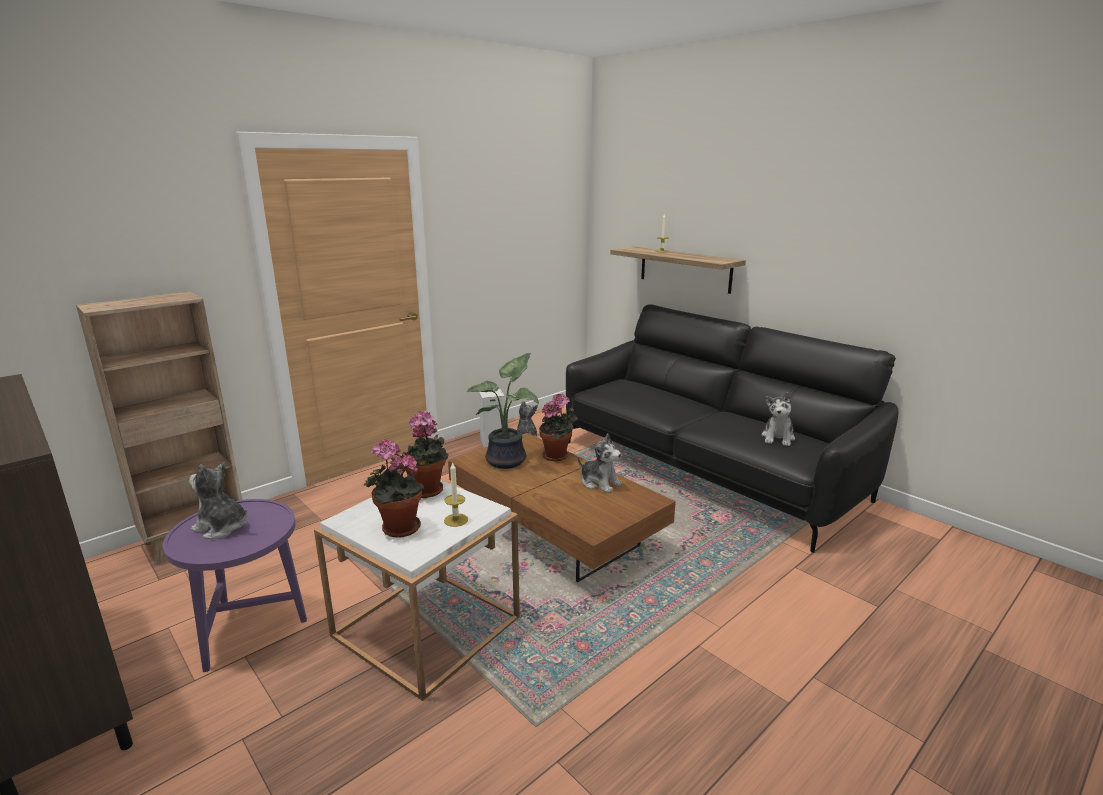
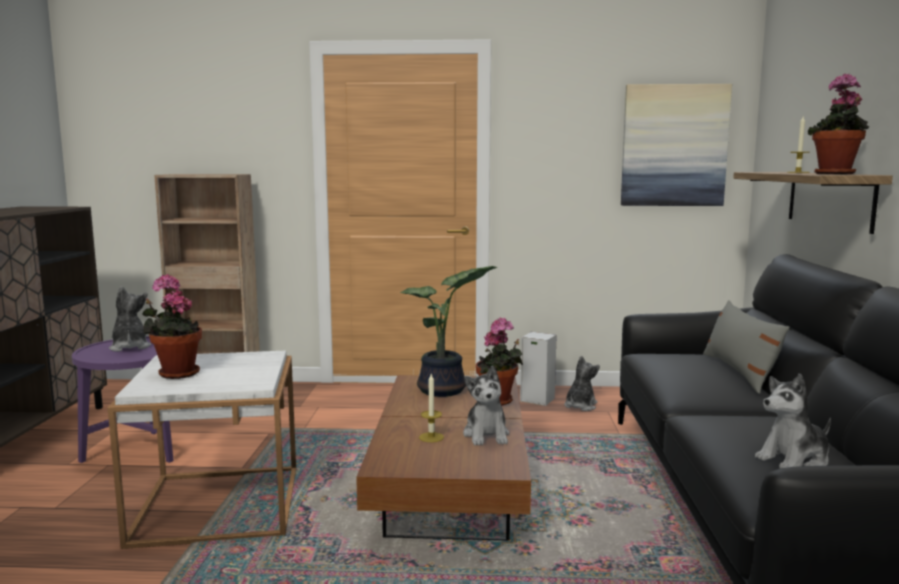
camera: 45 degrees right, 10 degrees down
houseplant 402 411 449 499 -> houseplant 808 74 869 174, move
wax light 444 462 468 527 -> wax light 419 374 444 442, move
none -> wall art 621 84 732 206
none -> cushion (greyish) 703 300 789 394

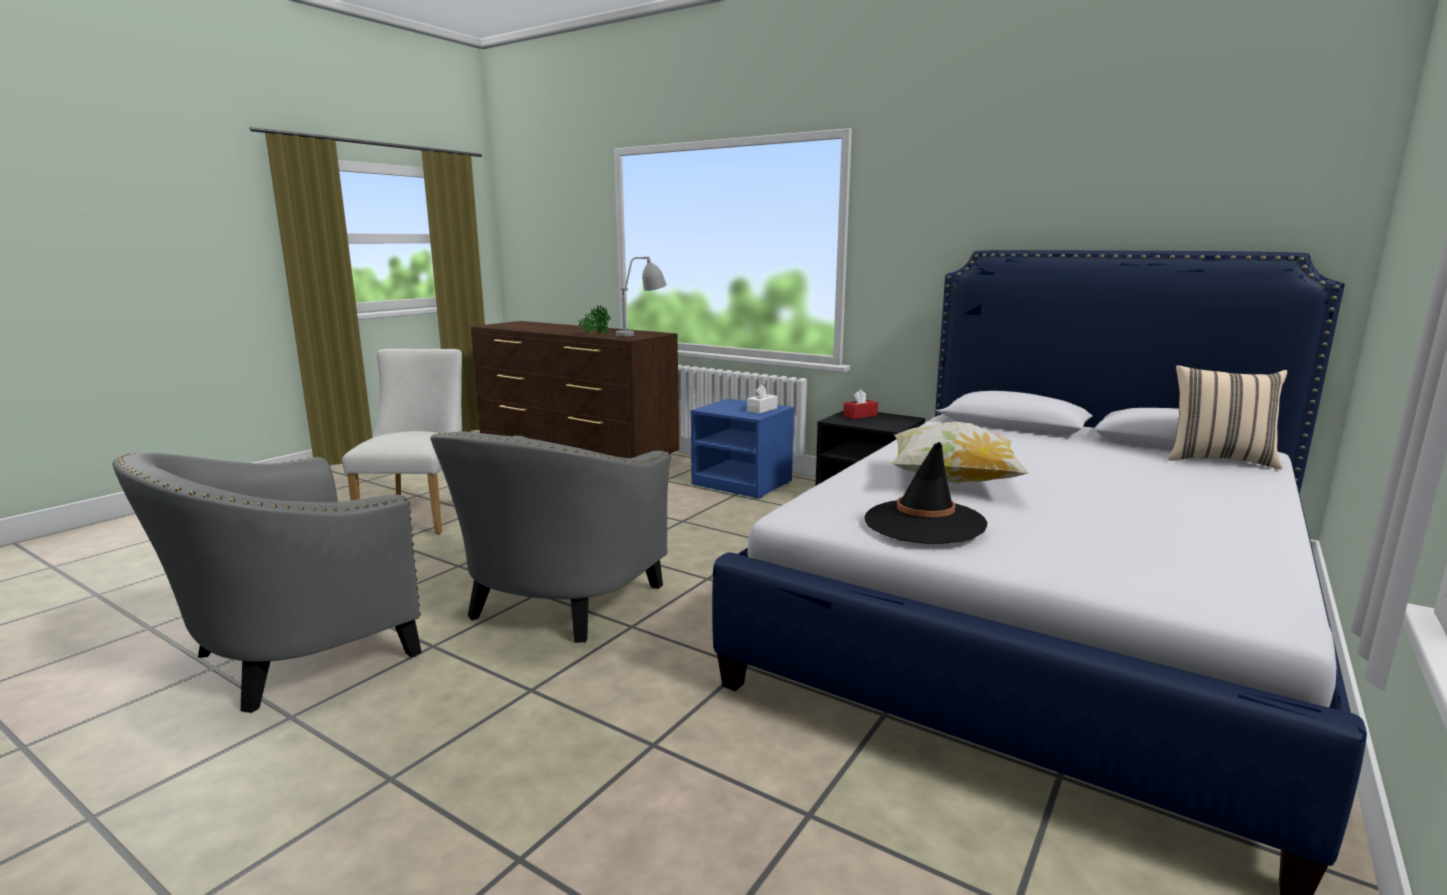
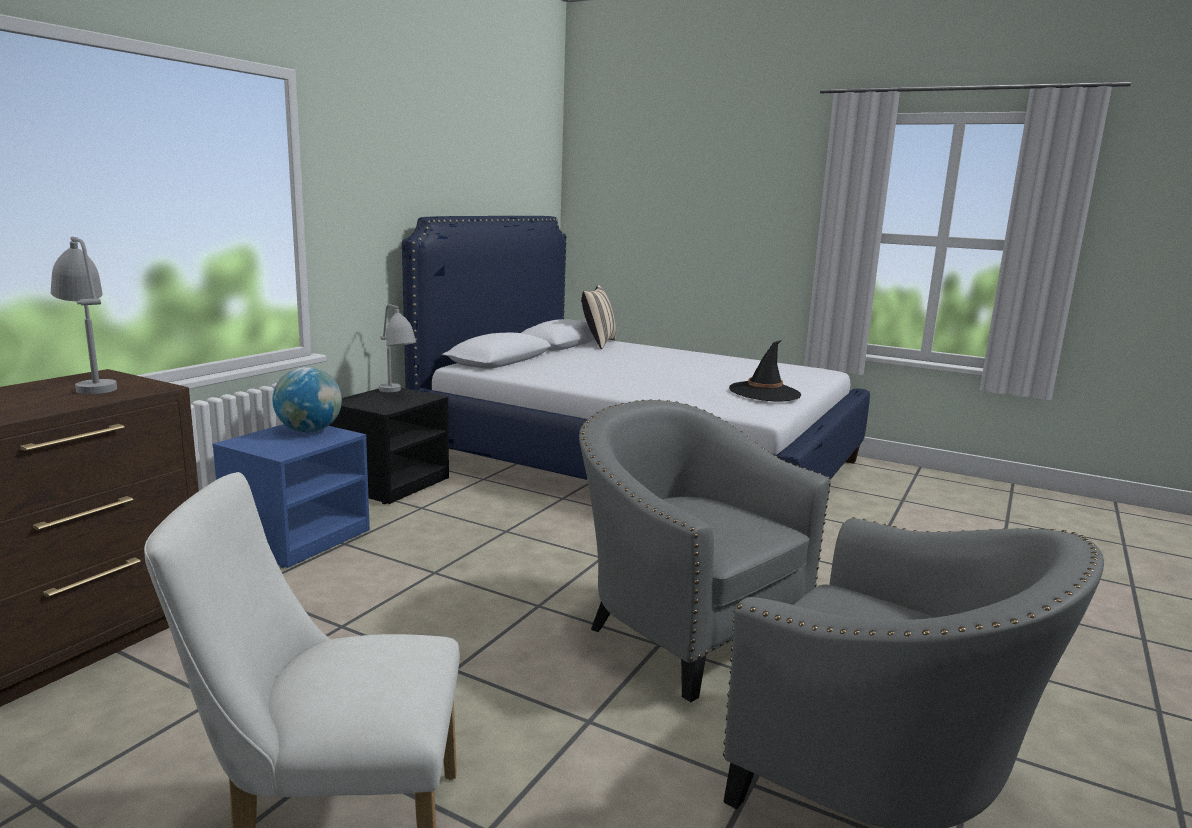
camera: 95 degrees left, 0 degrees up
easy chair (greyish) 430 432 670 643 -> easy chair (greyish) 579 399 831 702, 150 degrees counterclockwise
houseplant 578 305 611 335 -> none
tissue box (white-coloured) 747 384 777 414 -> globe 272 367 342 433
tissue box (red-coloured) 843 389 878 419 -> none
cushion 891 422 1029 484 -> none
none -> tabletop lamp (greyish) 379 304 416 392

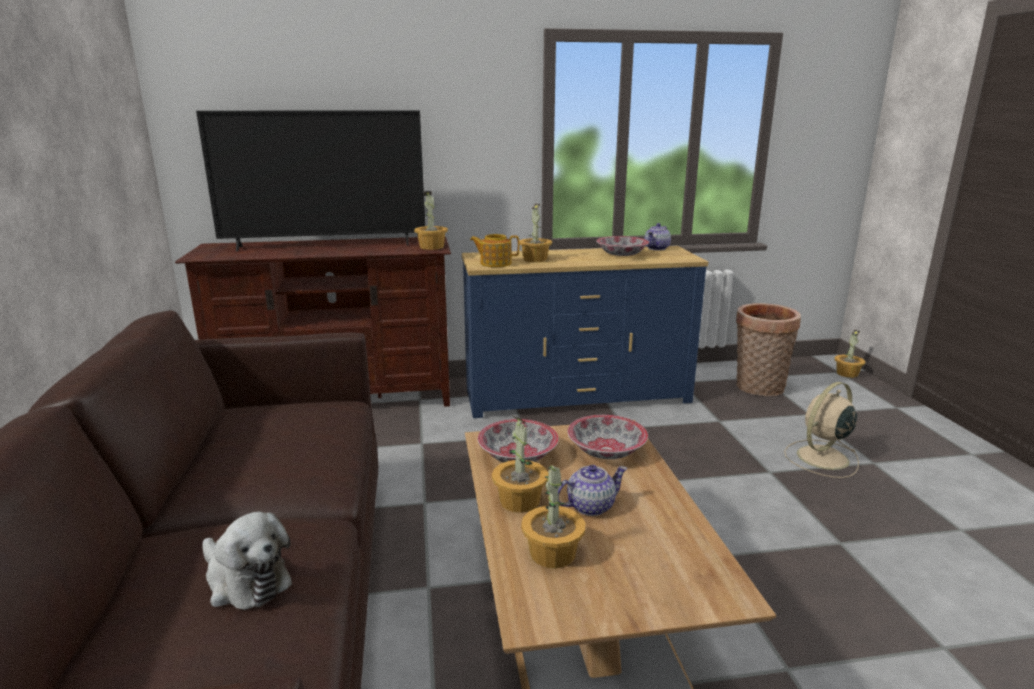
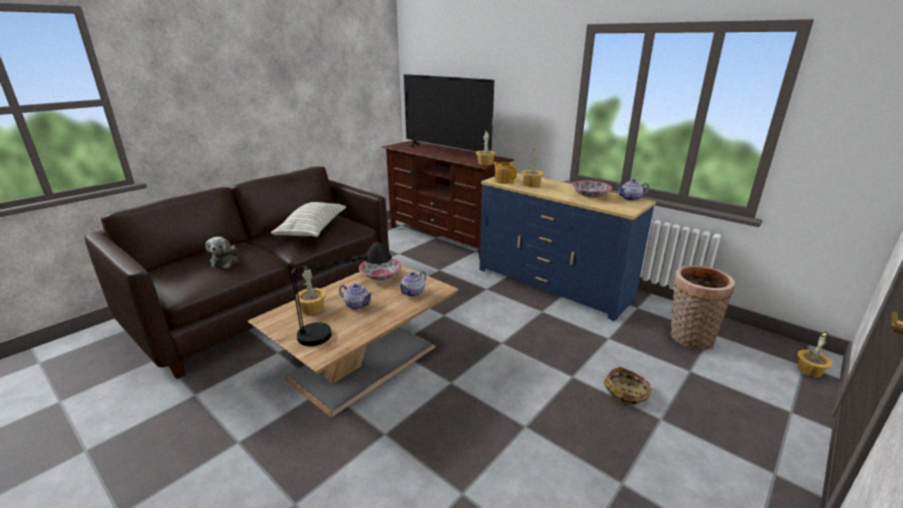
camera: 50 degrees right, 5 degrees up
houseplant 492 416 548 513 -> none
bowl 568 415 648 459 -> teapot 398 271 426 297
electric fan (sand-coloured) 784 382 859 478 -> storage basket 603 367 652 405
none -> cushion 271 202 346 237
none -> tabletop lamp (black-coloured) 291 242 392 346

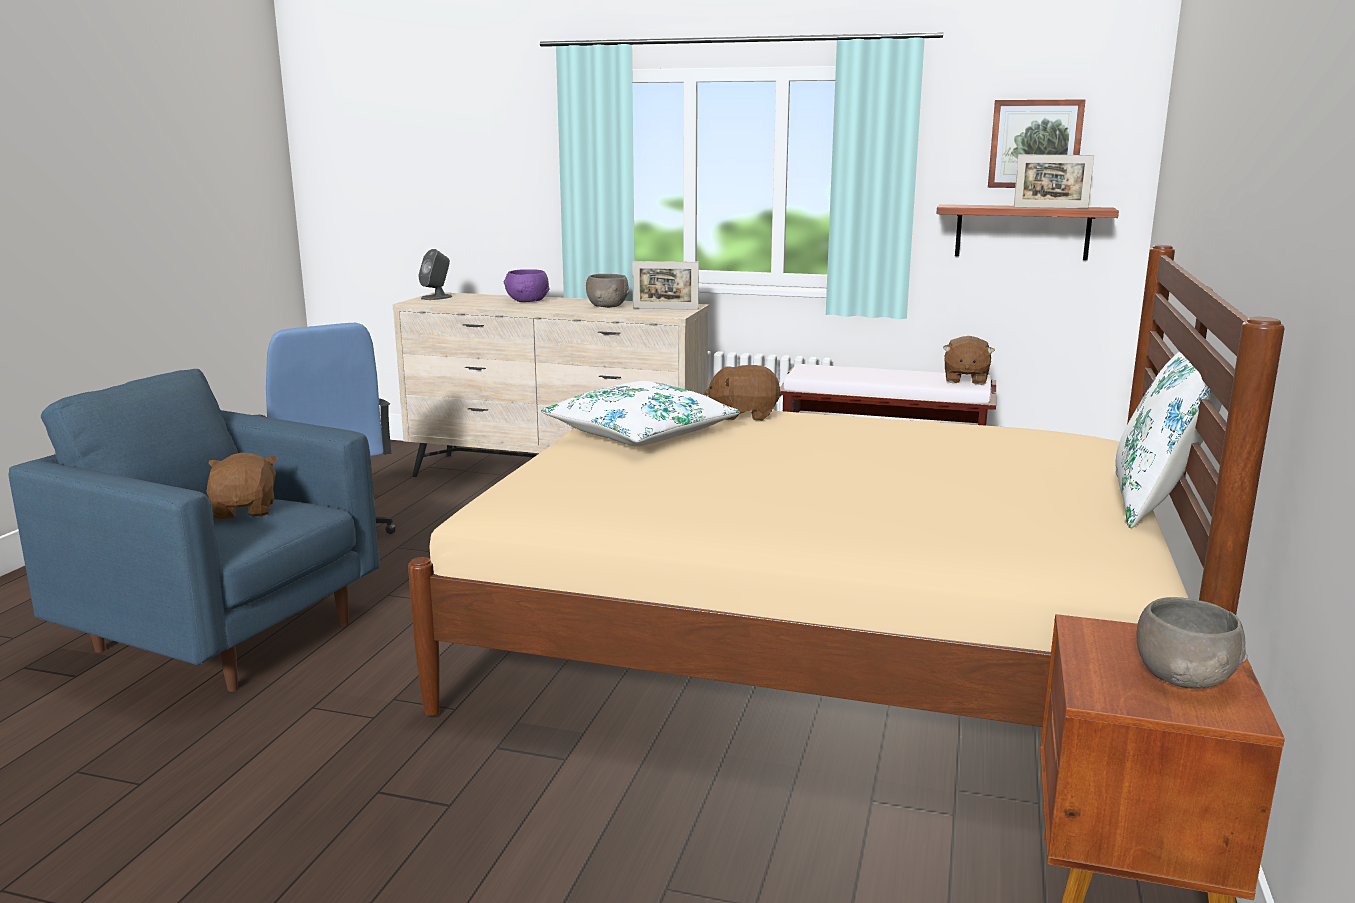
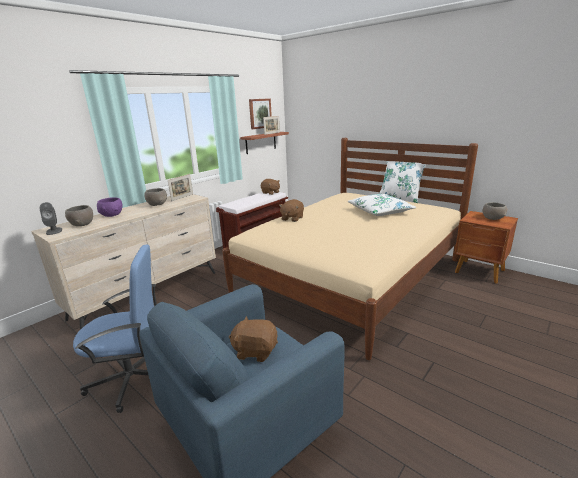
camera: 65 degrees left, 5 degrees up
cushion (white-coloured) 541 381 740 446 -> cushion (white-coloured) 348 194 416 216, move
none -> bowl (greyish) 65 205 93 226

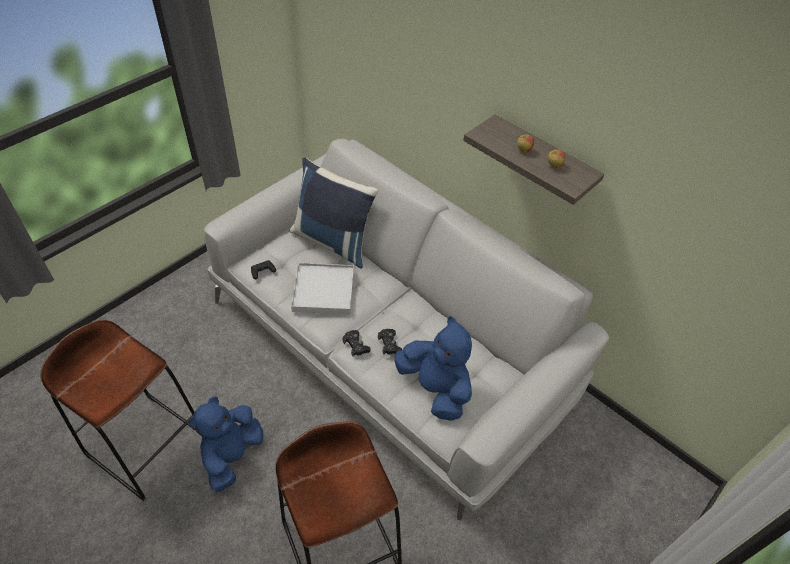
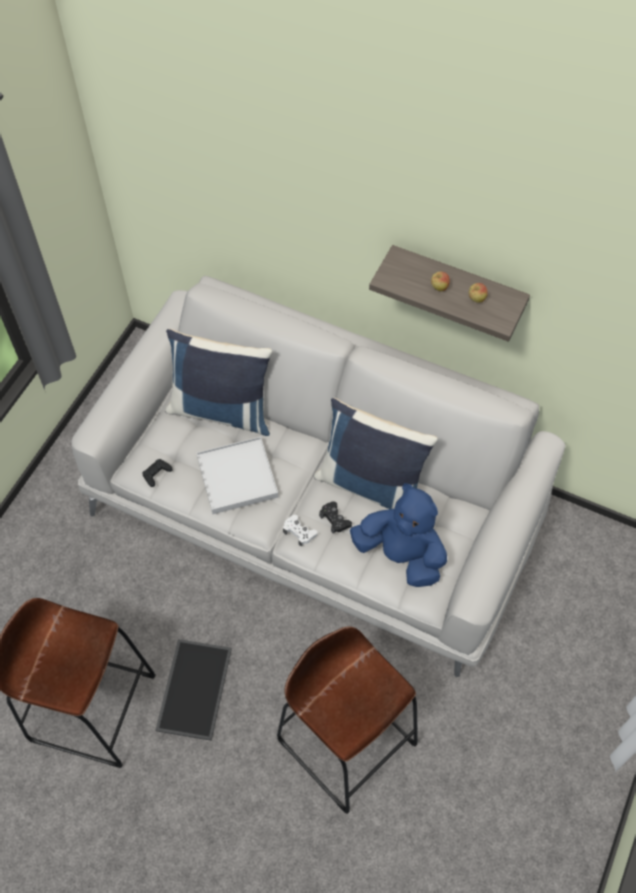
camera: 15 degrees left, 10 degrees up
soft toy (blue) 189 396 263 492 -> serving tray 155 639 232 741
joypad (black-coloured) 343 330 370 357 -> joypad (white-coloured) 283 515 317 547
none -> cushion (blue) 314 398 438 509

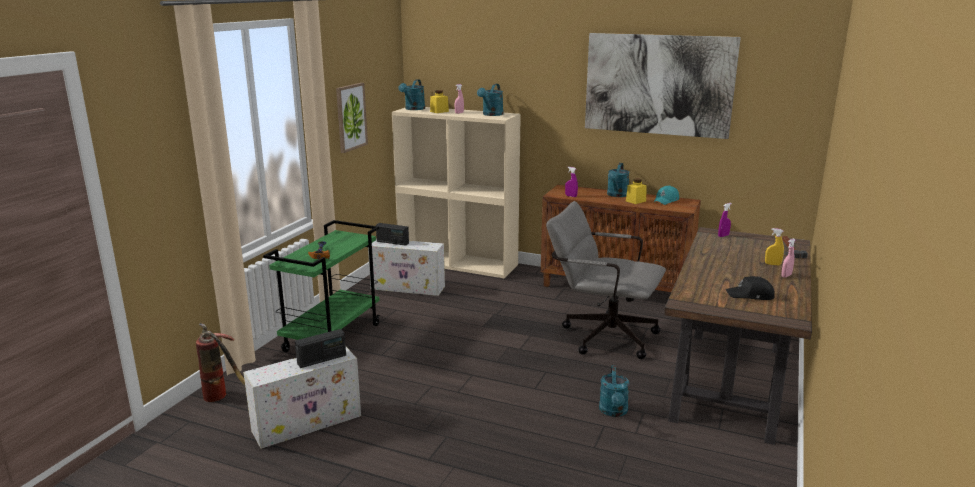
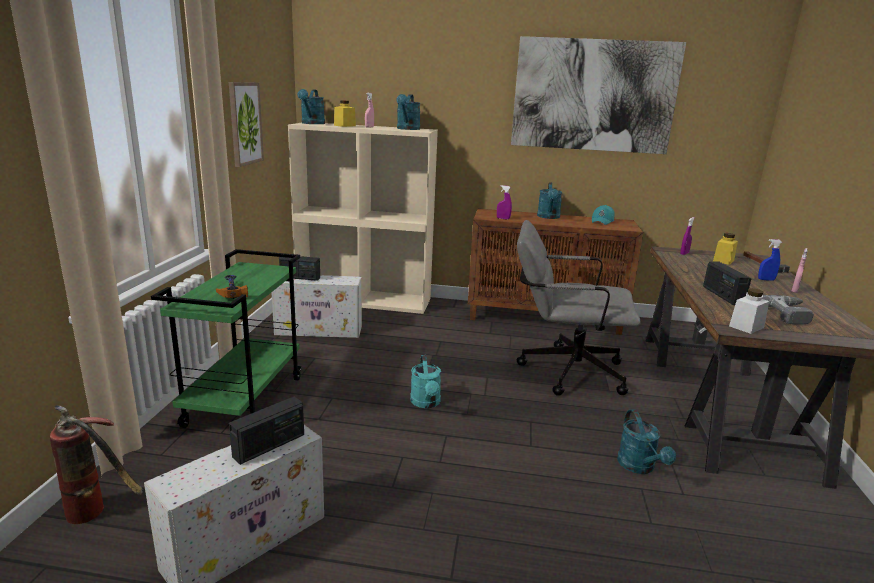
camera: 15 degrees left, 0 degrees up
jar (yellow-coloured) 626 178 647 204 -> jar (yellow-coloured) 713 233 738 265, move
peaked cap (black-coloured) 726 276 775 300 -> power drill 763 295 814 324
sprayer (yellow-coloured) 765 228 784 265 -> sprayer (blue) 758 239 782 281
none -> watering pot (turquoise-coloured) 410 355 441 408
none -> radio receiver 703 262 751 305
none -> jar (white-coloured) 729 288 770 334

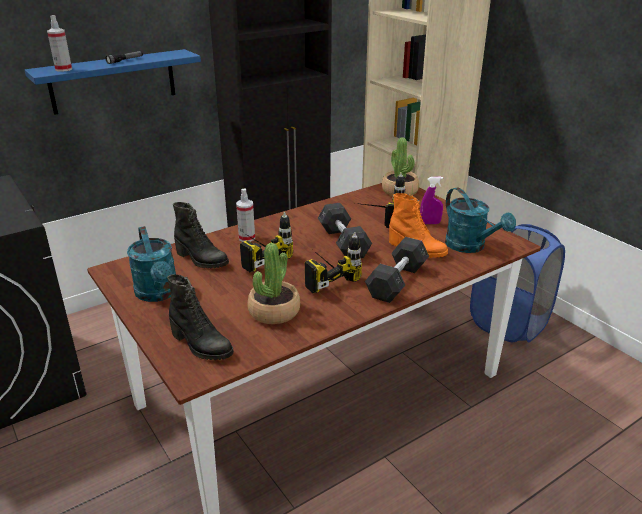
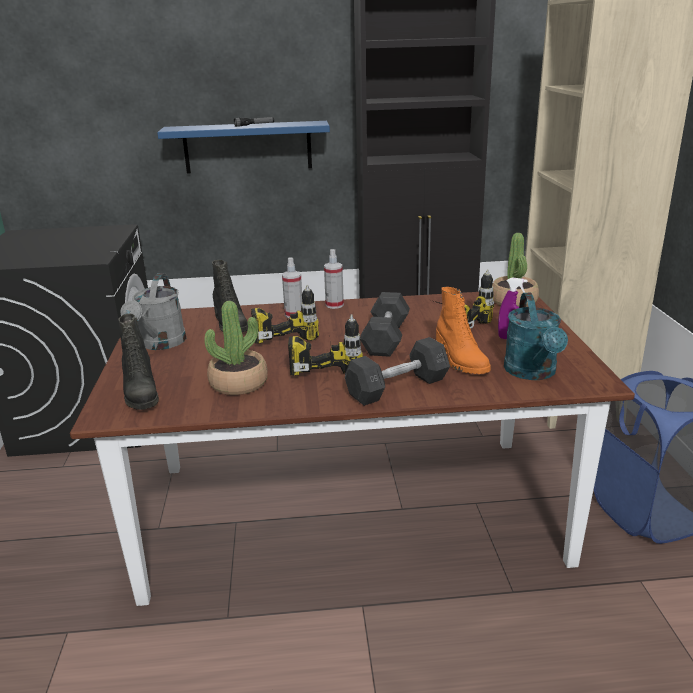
camera: 30 degrees right, 5 degrees down
sprayer 47 15 72 72 -> sprayer 324 249 344 309, move
watering pot (turquoise-coloured) 127 226 176 302 -> watering pot (greyish) 120 273 186 350

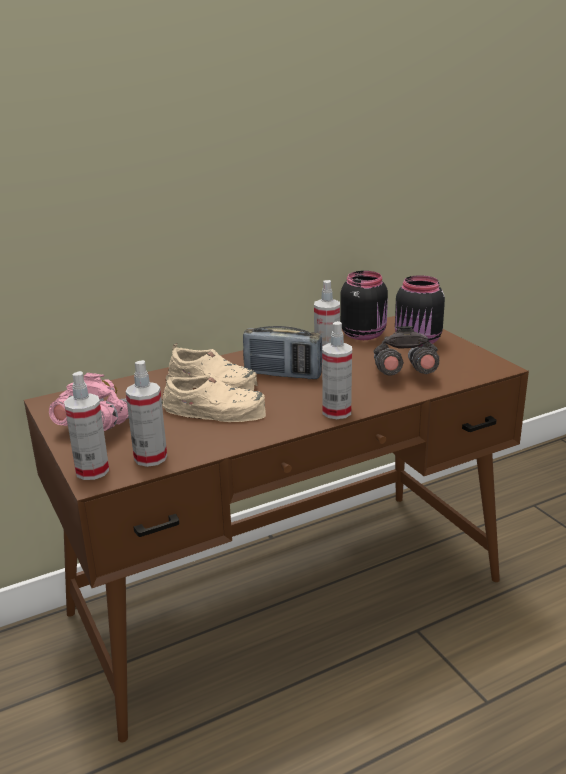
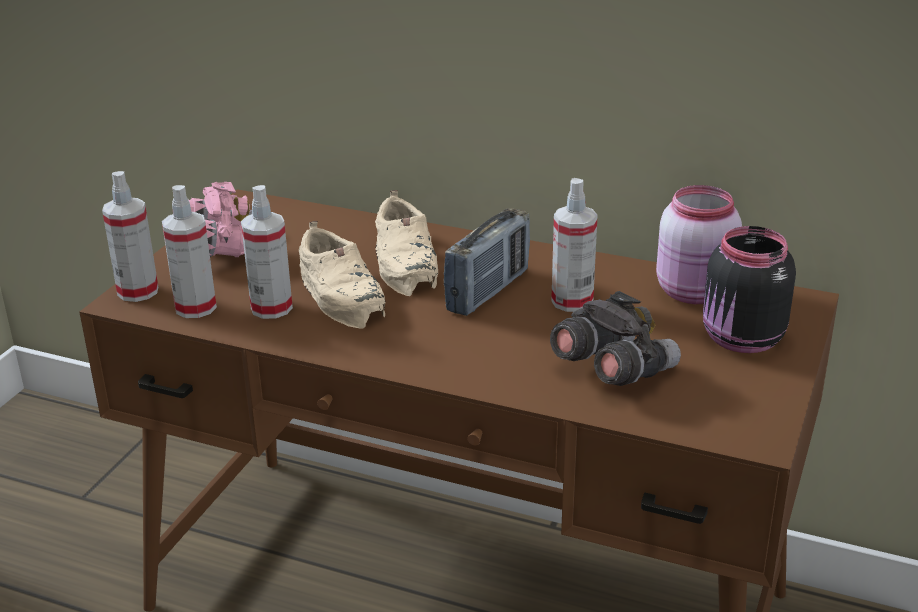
camera: 50 degrees right, 5 degrees up
radio receiver 243 326 322 379 -> radio receiver 444 208 530 316, 120 degrees counterclockwise
sprayer 322 321 352 419 -> sprayer 241 185 293 319, move
jar (black-coloured) 340 271 388 340 -> jar (pinkish) 656 185 742 304

